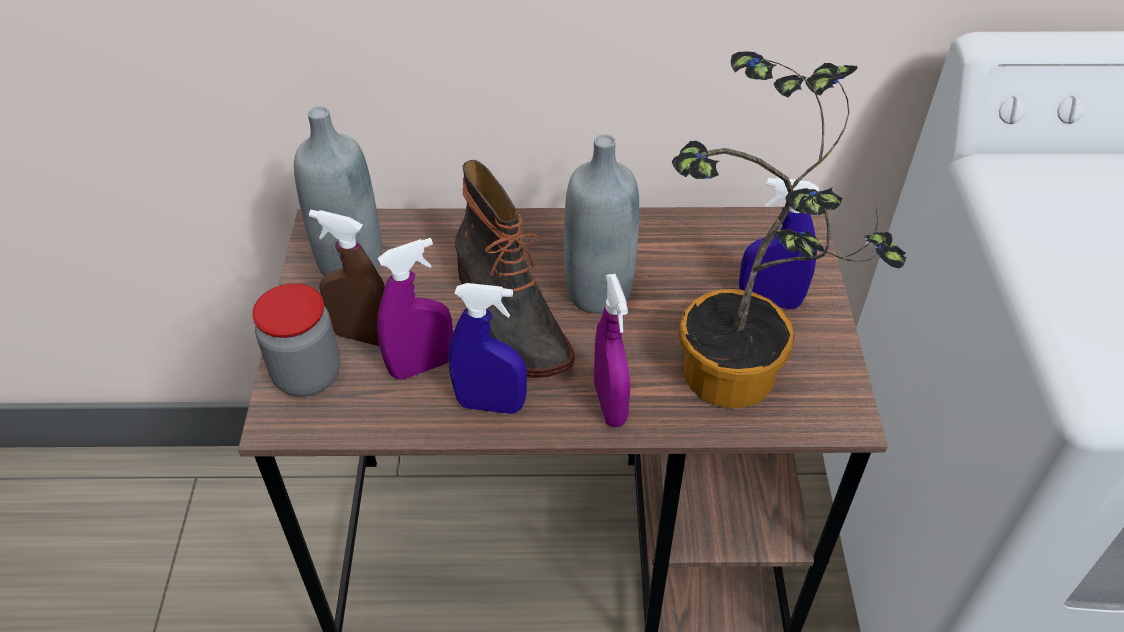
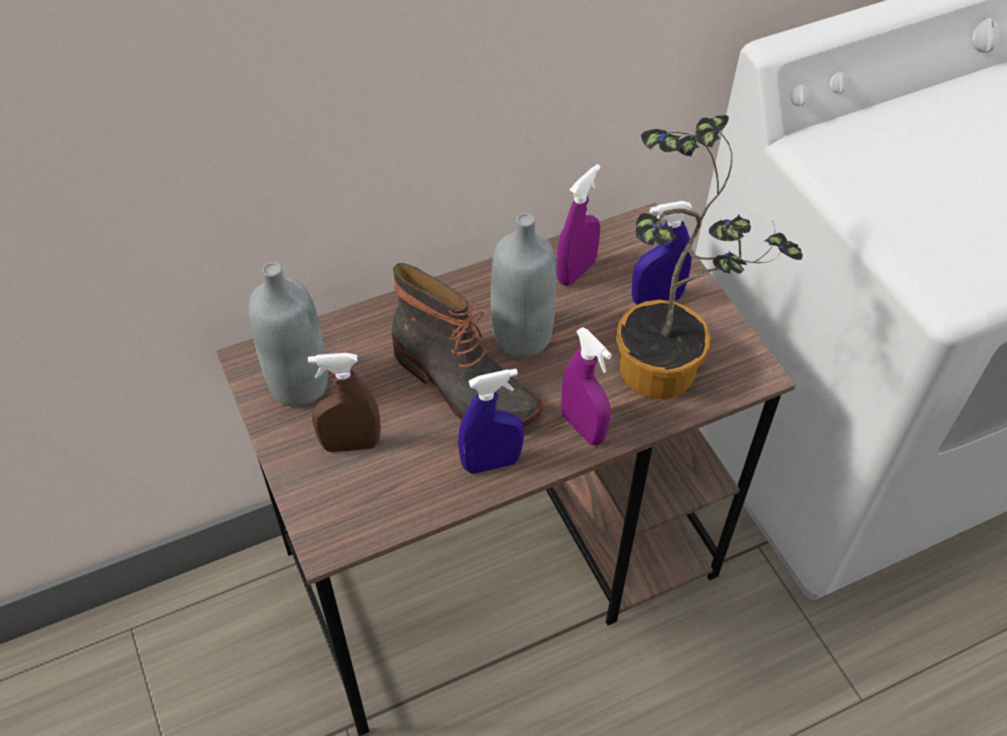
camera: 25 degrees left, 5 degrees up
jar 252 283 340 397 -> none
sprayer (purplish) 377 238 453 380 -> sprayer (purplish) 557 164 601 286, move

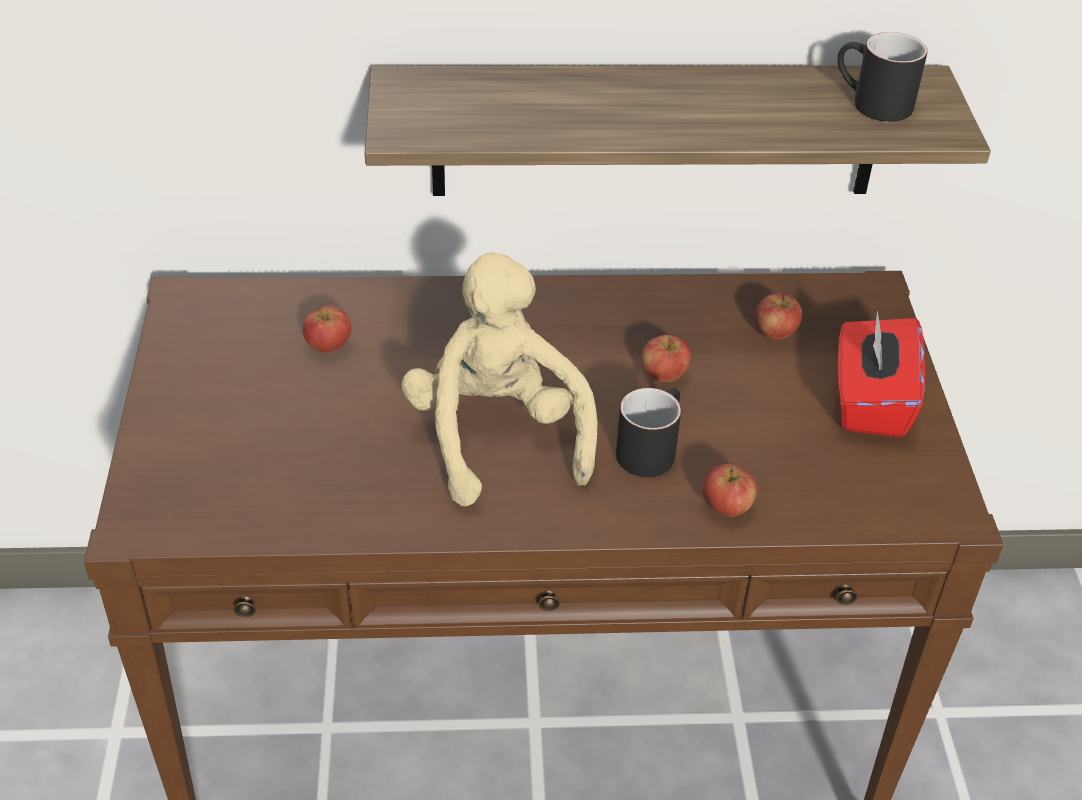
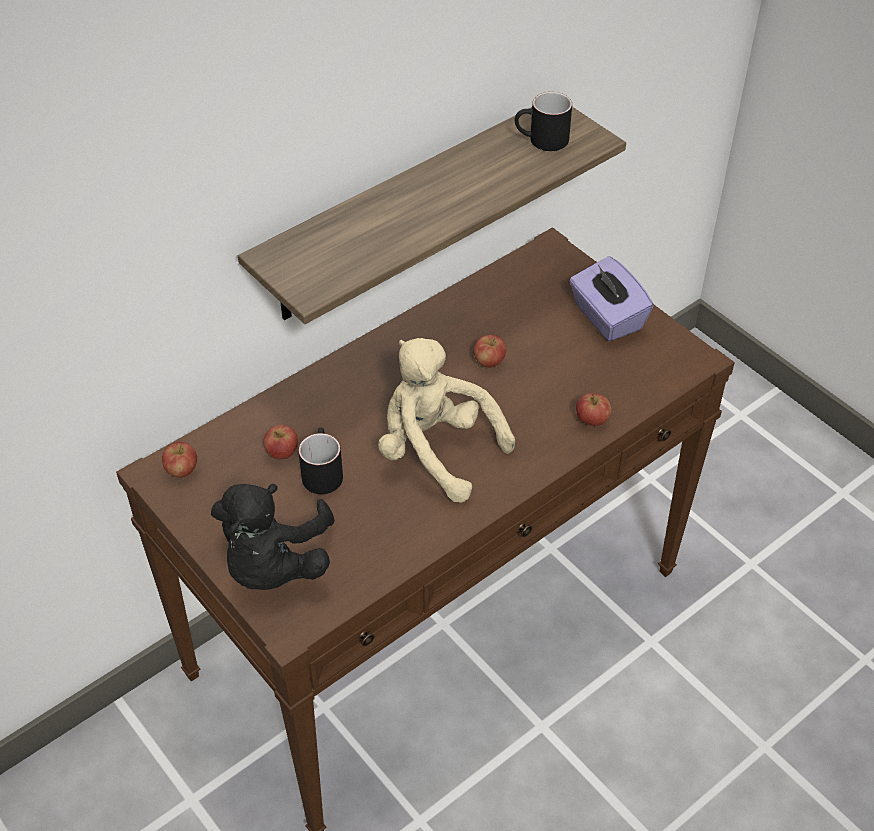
camera: 35 degrees left, 5 degrees up
mug (black-coloured) 616 388 681 477 -> mug (black-coloured) 298 428 343 494, move
apple 755 293 802 340 -> apple 162 441 197 478, move
tissue box (red-coloured) 838 311 925 438 -> tissue box (purplish) 570 256 654 341
none -> soft toy (black-coloured) 211 484 335 590

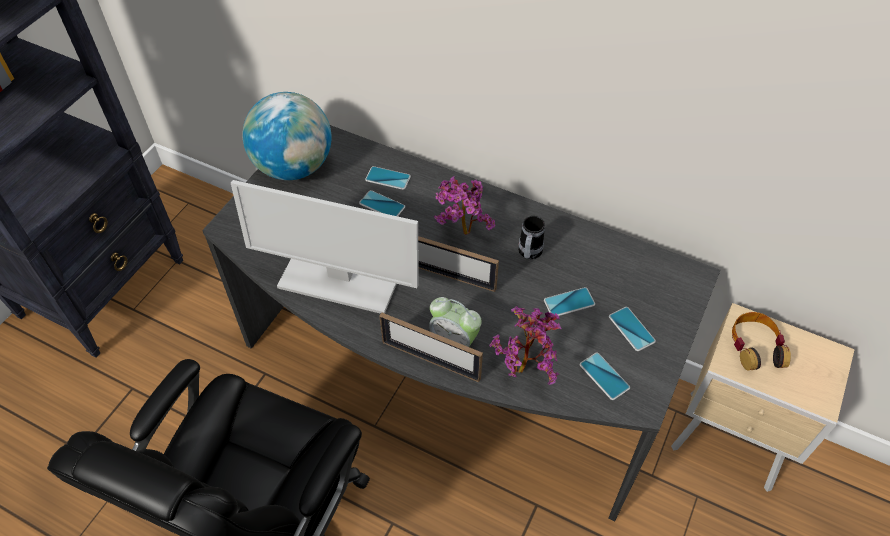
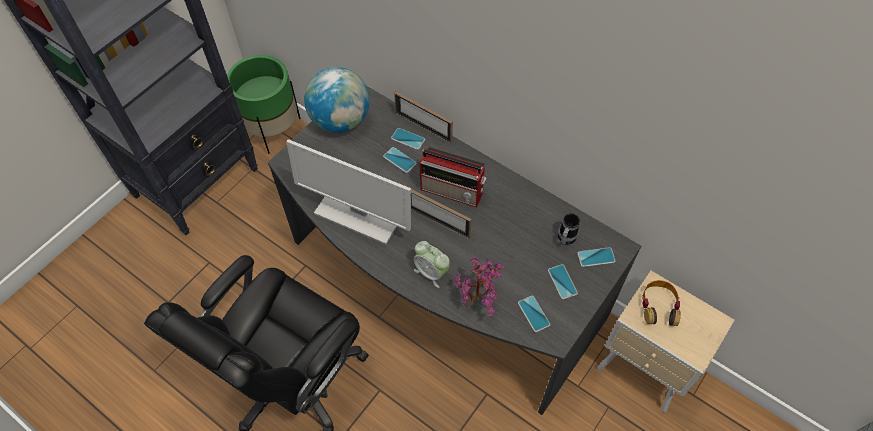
camera: 10 degrees right, 5 degrees up
standing frame 379 312 483 382 -> standing frame 394 92 453 143, move
houseplant 434 176 495 235 -> radio receiver 419 147 486 208
mug 518 216 545 259 -> mug 558 213 580 245, move
telephone 544 287 595 316 -> telephone 578 247 615 267, move
none -> flower pot (green-coloured) 227 55 301 154

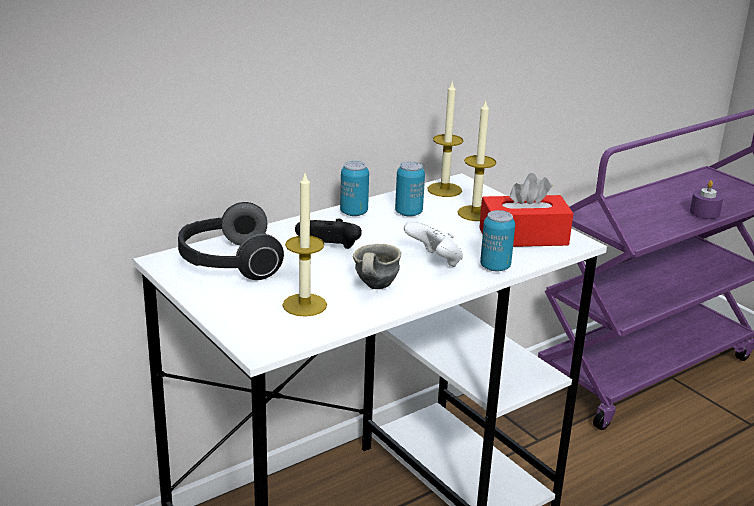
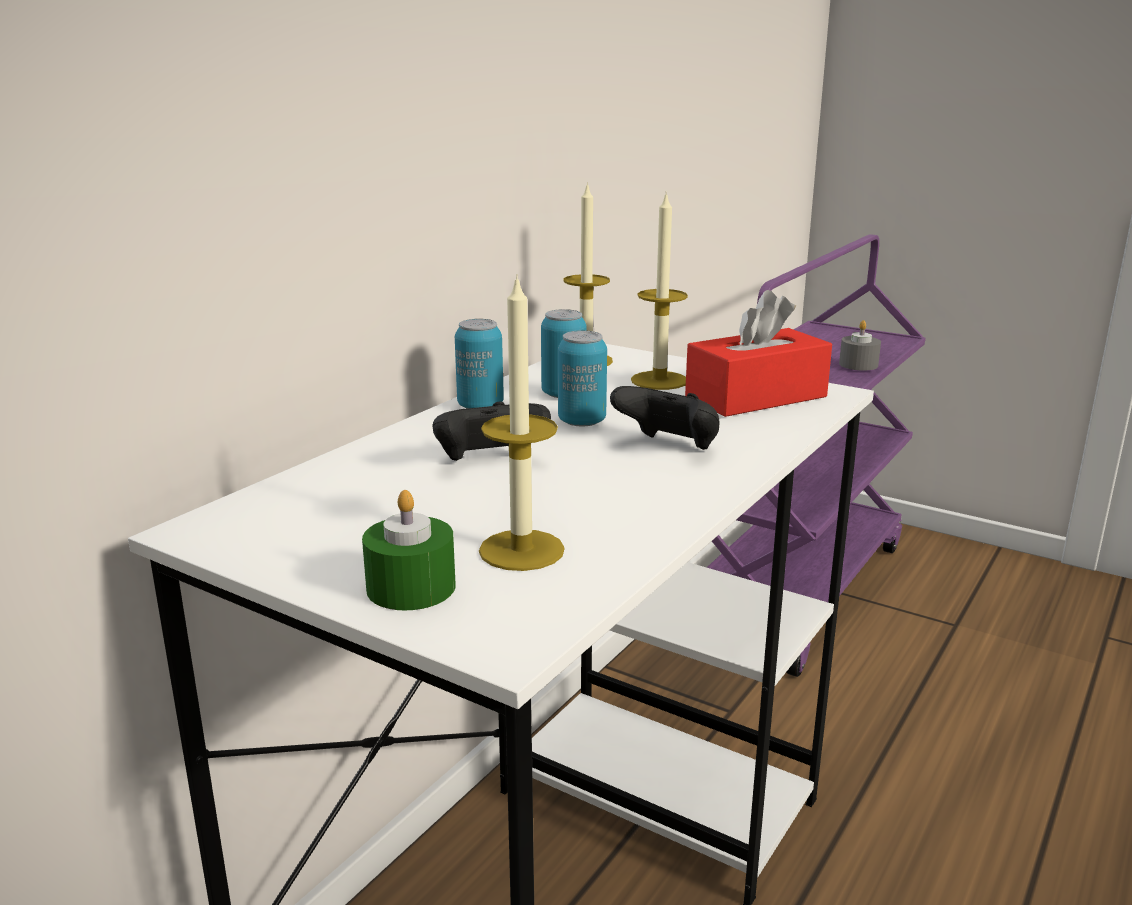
camera: 20 degrees left, 5 degrees down
headset 178 202 284 280 -> none
mug (greyish) 353 244 401 289 -> none
joypad (white-coloured) 404 221 463 267 -> joypad (black-coloured) 610 386 720 450
sealed can 480 210 515 271 -> sealed can 558 330 607 427, move
wax light (purplish) 690 180 723 219 -> wax light (greyish) 839 320 881 371
none -> wax light (green-coloured) 362 490 456 610

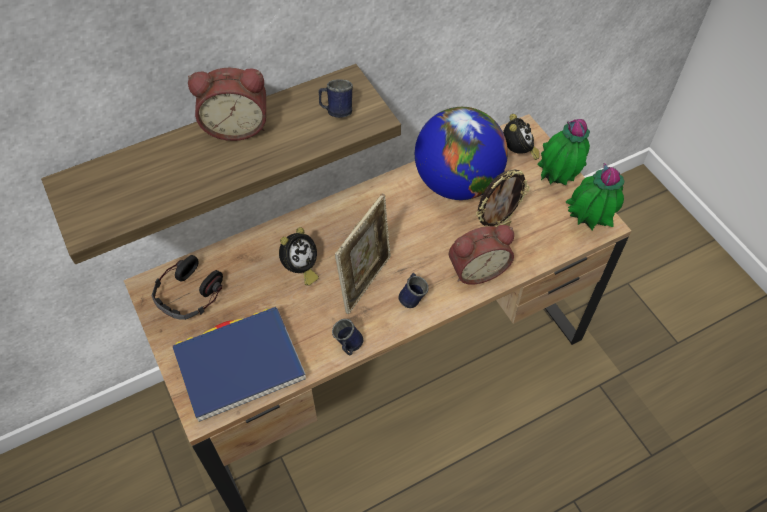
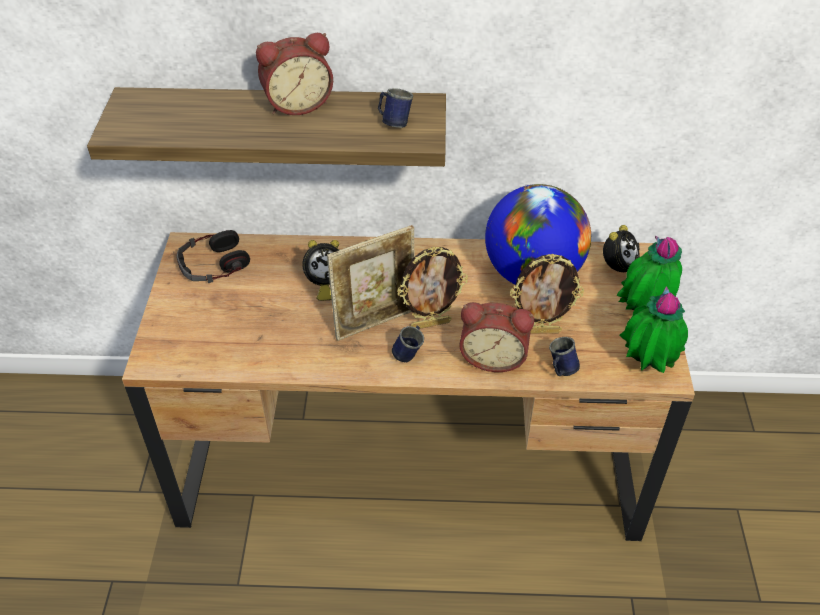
camera: 30 degrees right, 10 degrees down
book (blue) 173 307 306 422 -> none
bedside clock 188 68 266 141 -> bedside clock 256 33 333 115, 45 degrees counterclockwise
mug (blue) 332 319 363 356 -> mug (blue) 549 337 580 376, move
none -> standing frame 397 246 468 329

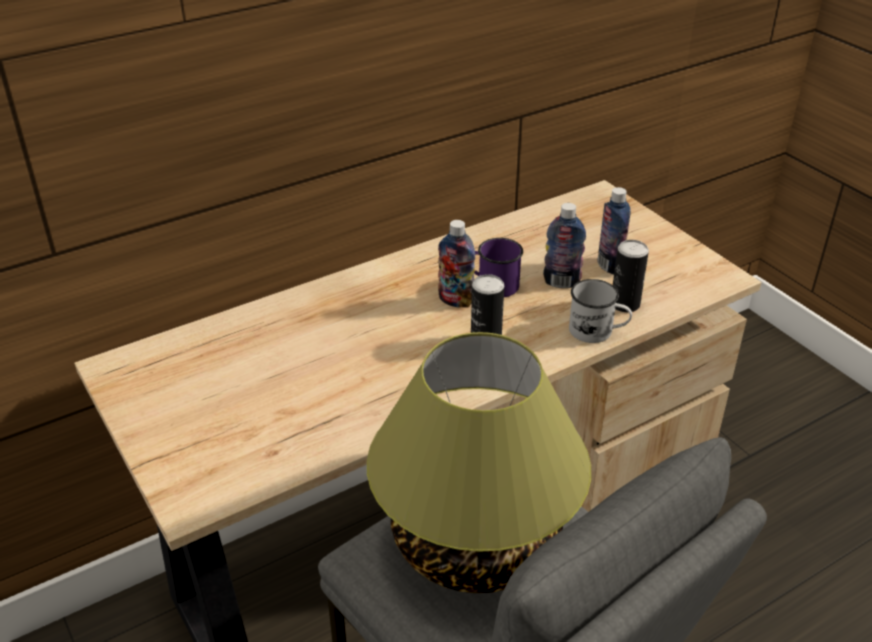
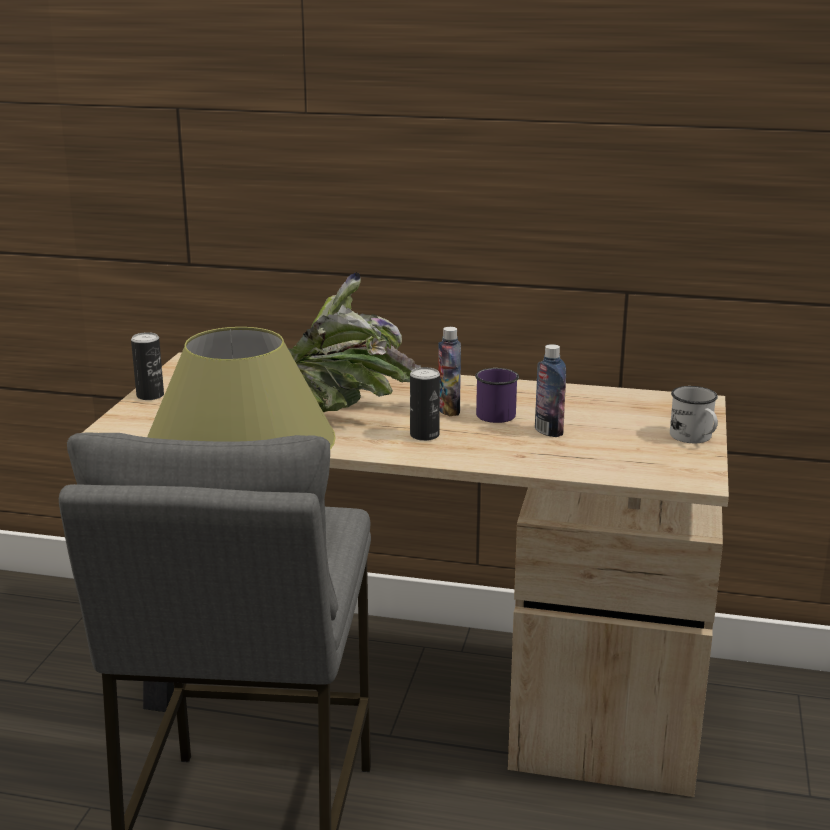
camera: 45 degrees right, 15 degrees down
mug (white-coloured) 569 279 632 343 -> mug (white-coloured) 670 386 718 443, move
bottle 597 187 631 275 -> none
sealed can 613 240 649 312 -> sealed can 131 332 164 400, move
none -> houseplant 288 272 421 412

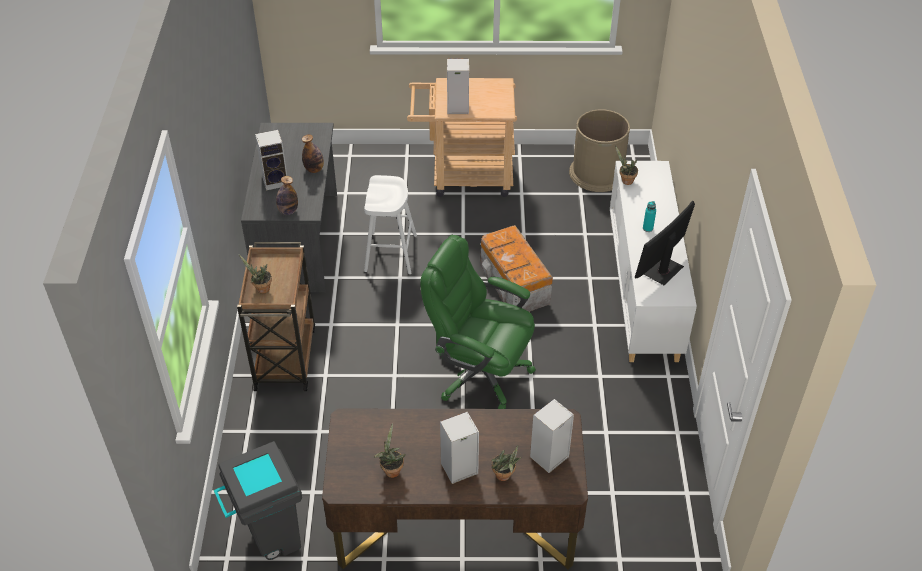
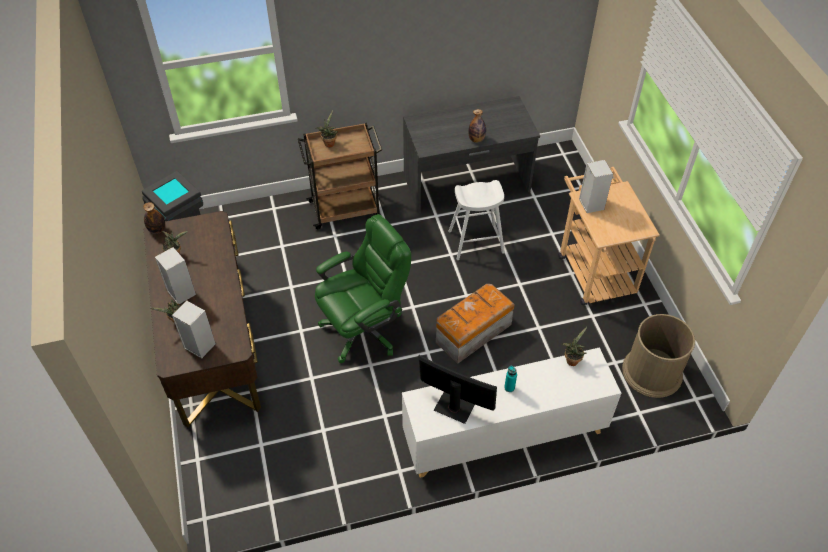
camera: 75 degrees right, 5 degrees up
audio speaker 255 130 287 191 -> none
bottle 276 176 298 215 -> bottle 143 202 165 234, move
computer chair (green-coloured) 420 235 536 409 -> computer chair (green-coloured) 315 214 411 363, 45 degrees clockwise

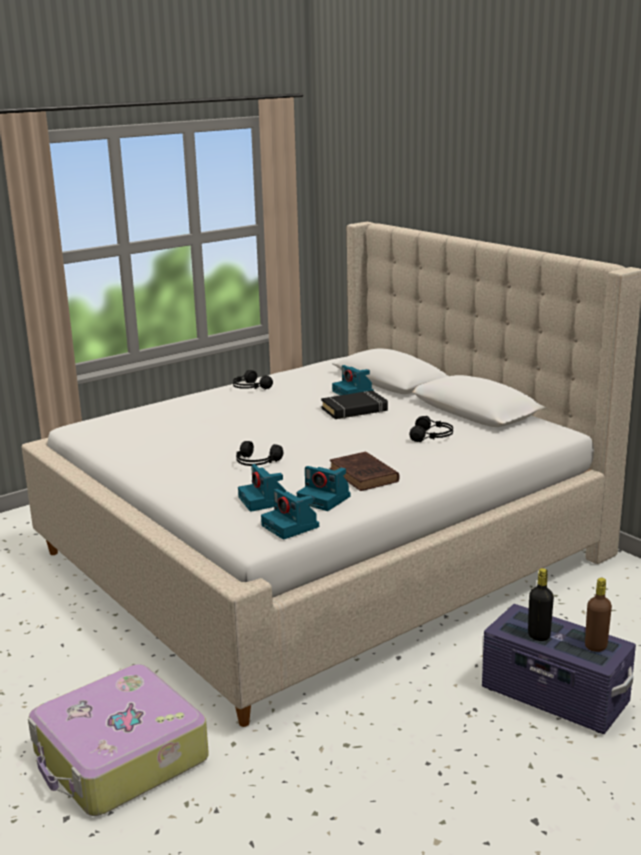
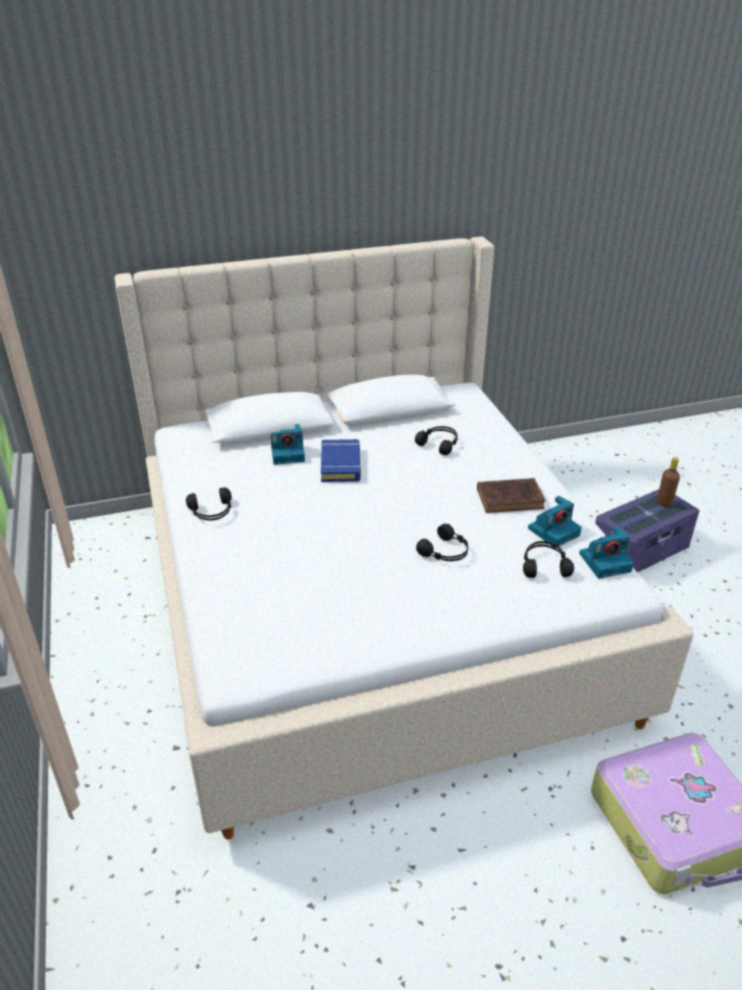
camera: 70 degrees left, 15 degrees up
photo camera 238 464 286 512 -> headset (black-coloured) 523 541 574 578
book (black-coloured) 321 390 388 419 -> book (blue) 321 439 361 482
bottle (black-coloured) 528 568 554 641 -> none

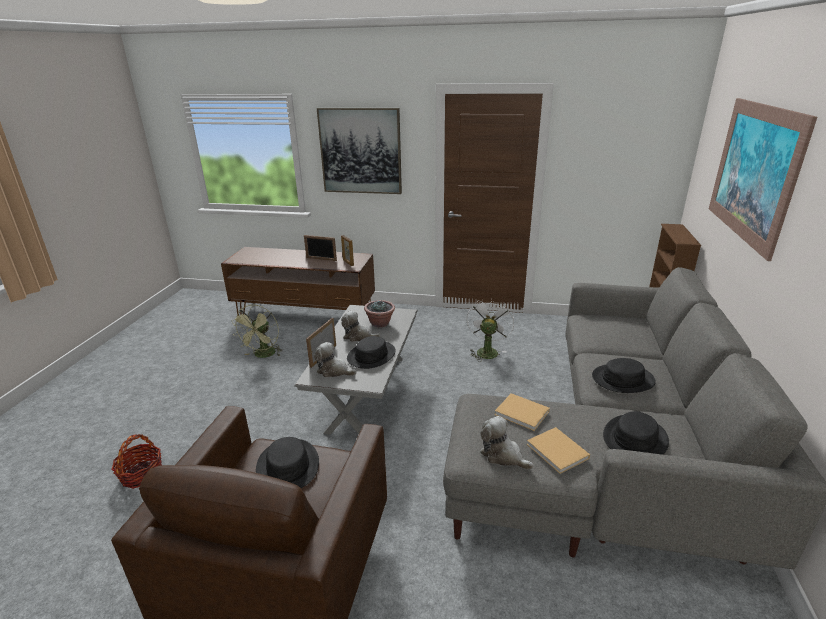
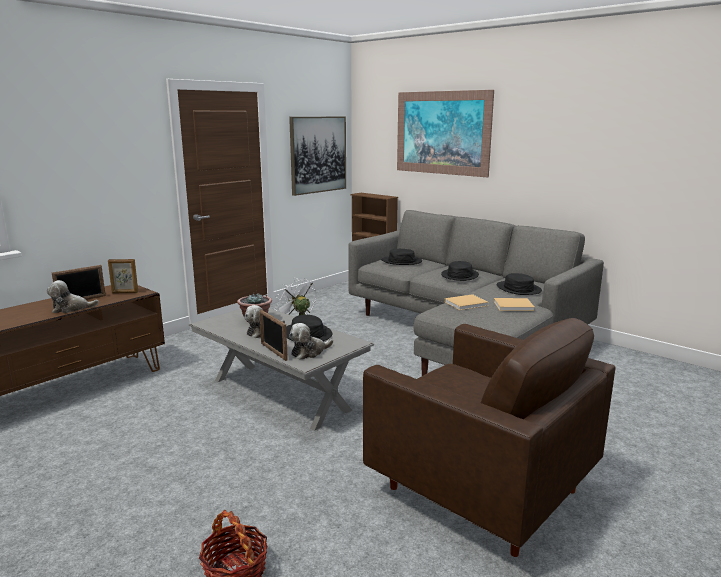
camera: 60 degrees left, 10 degrees down
electric fan (green-coloured) 232 304 282 358 -> none
wearable hat (black-coloured) 256 437 319 488 -> wearable hat (black-coloured) 382 249 422 265, move
wall art 317 108 402 194 -> wall art 289 116 346 196, move
soft toy 480 416 534 470 -> soft toy 47 280 99 313, move

